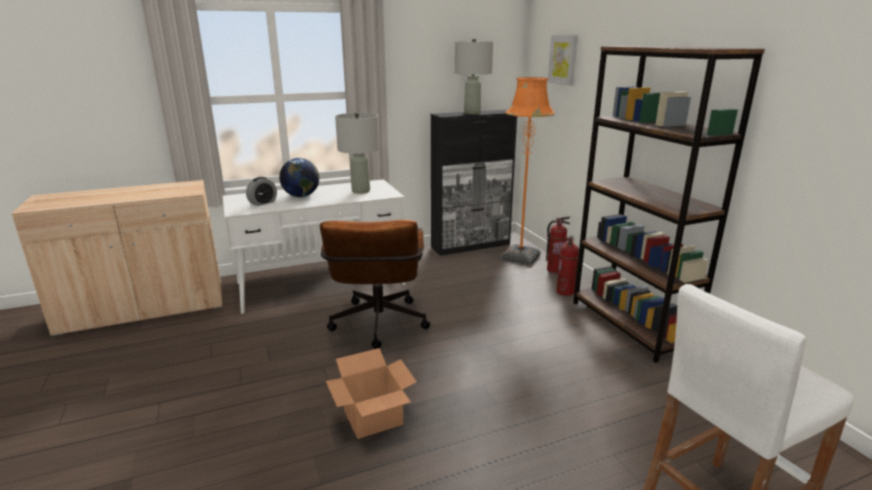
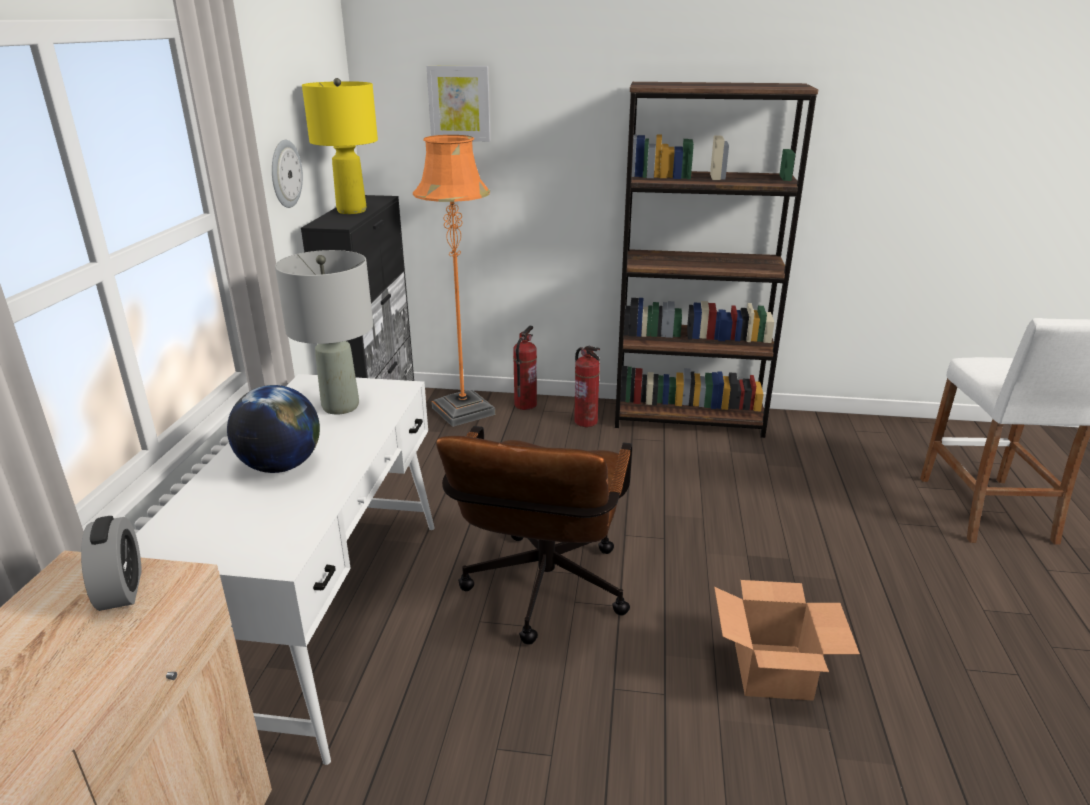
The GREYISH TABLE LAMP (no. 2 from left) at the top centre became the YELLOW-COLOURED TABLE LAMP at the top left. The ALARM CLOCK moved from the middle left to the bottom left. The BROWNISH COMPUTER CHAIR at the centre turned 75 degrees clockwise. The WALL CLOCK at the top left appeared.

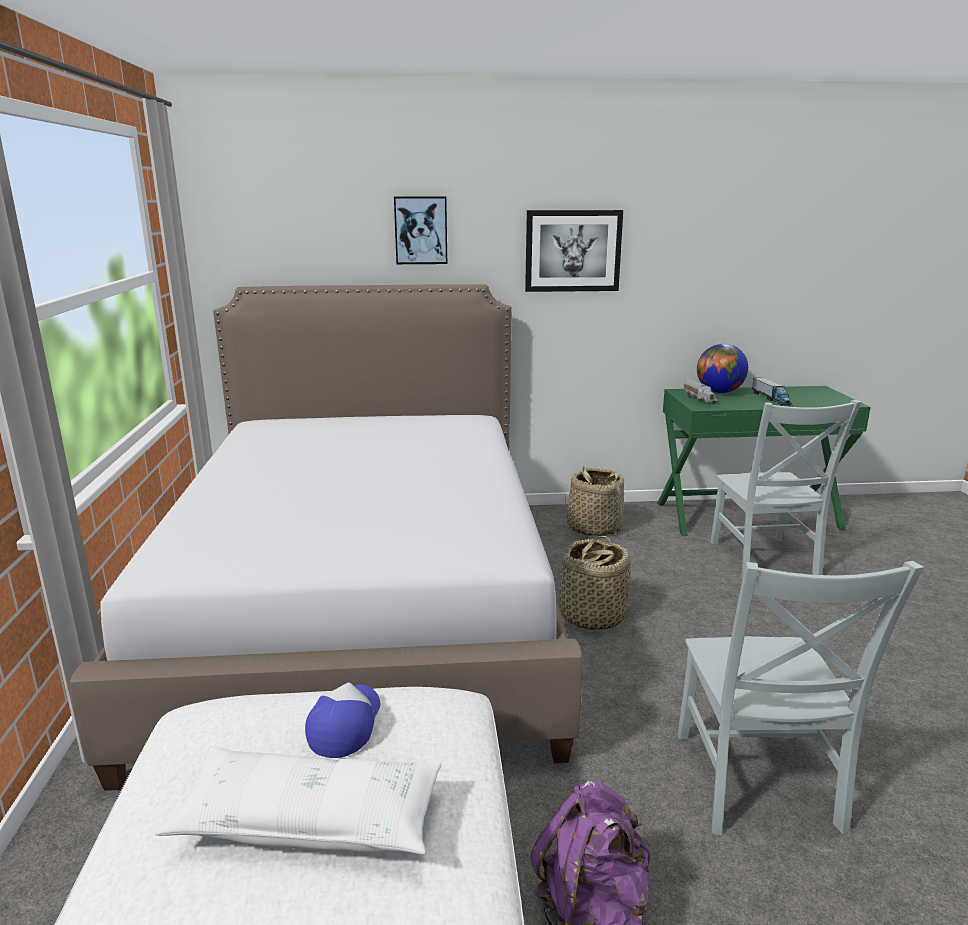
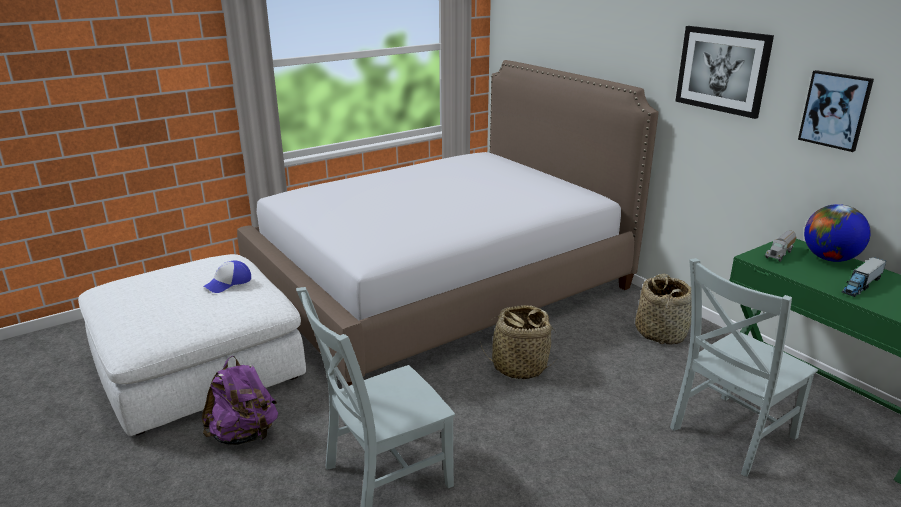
The WALL PICTURE (no. 1 from left in the first image) moved from the top centre to the top right. The BASEBALL CAP at the bottom centre turned 150 degrees clockwise. The WHITISH PILLOW at the bottom left disappeared.

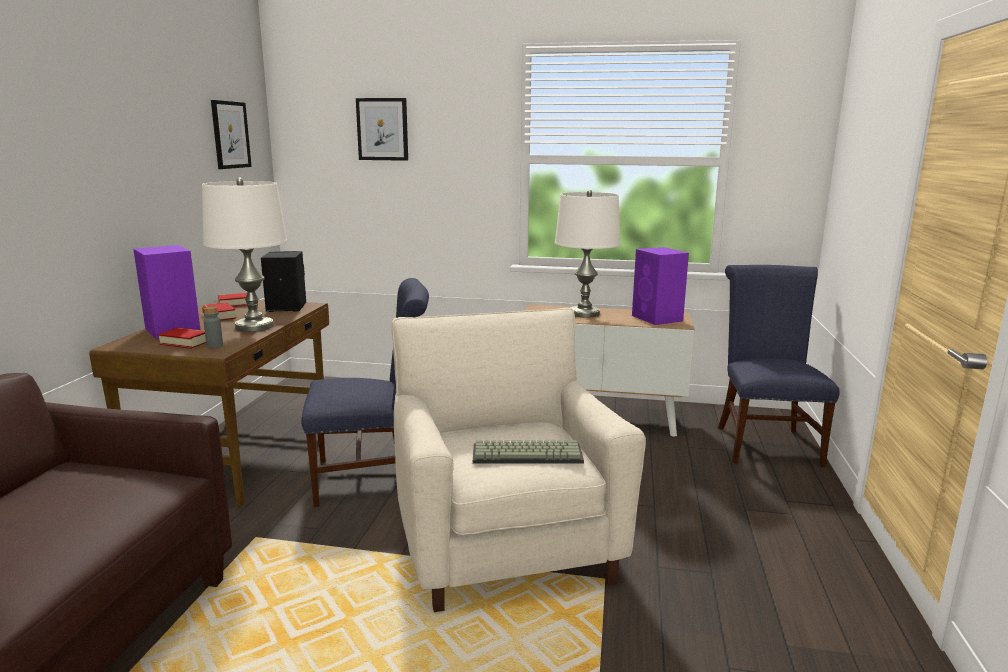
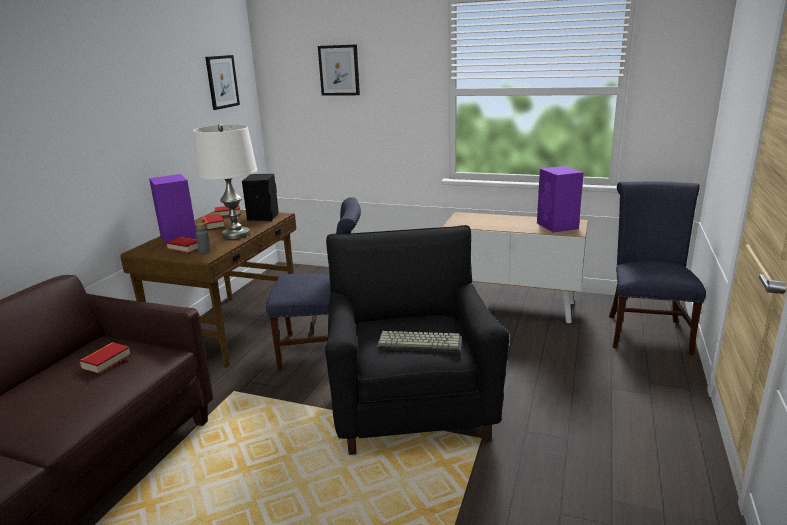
The WHITISH TABLE LAMP (no. 2 from left) at the centre disappeared. The BEIGE-COLOURED ARMCHAIR at the bottom centre became the BLACKISH ARMCHAIR at the centre. The BOUND BOOK (no. 1 from left) at the bottom left appeared.

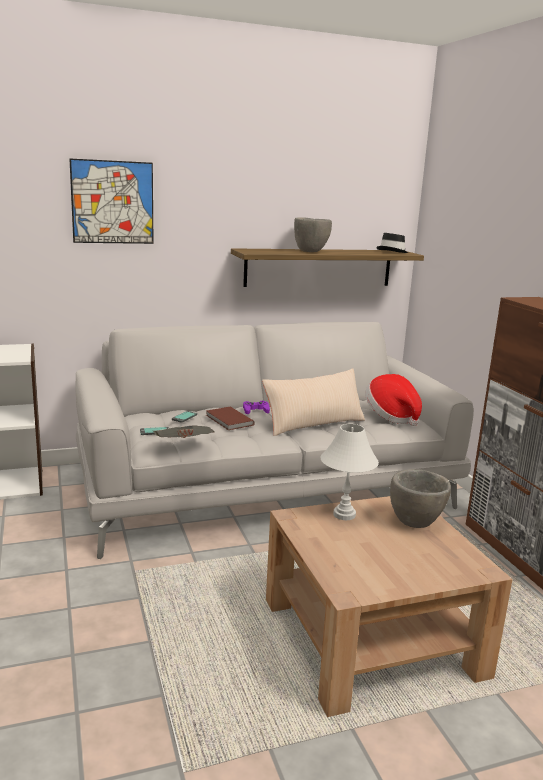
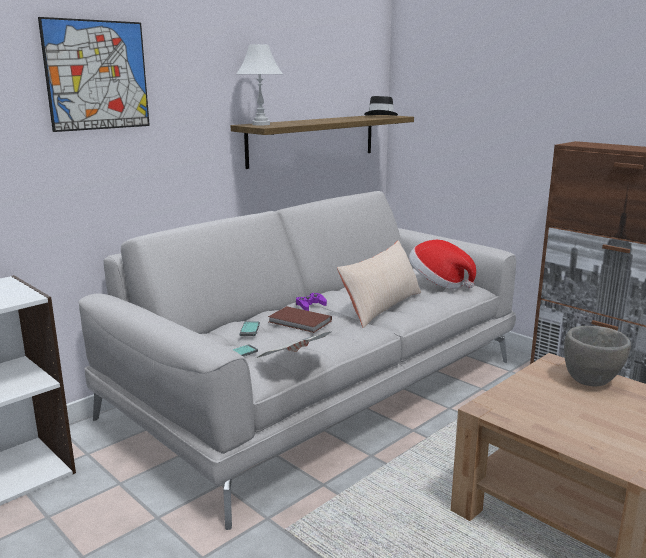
The GREYISH SERVING BOWL (no. 1 from left) at the top centre disappeared. The WHITISH TABLE LAMP moved from the centre to the top centre.

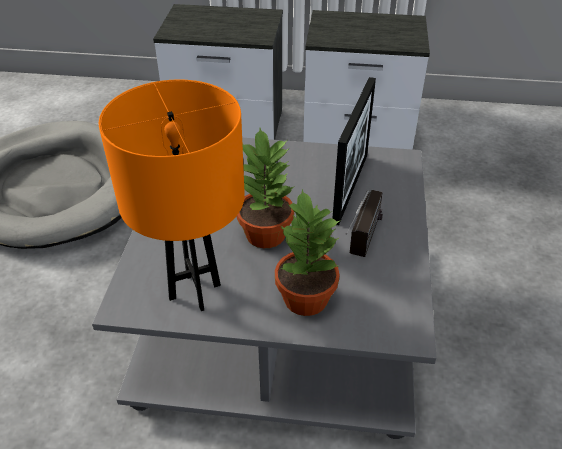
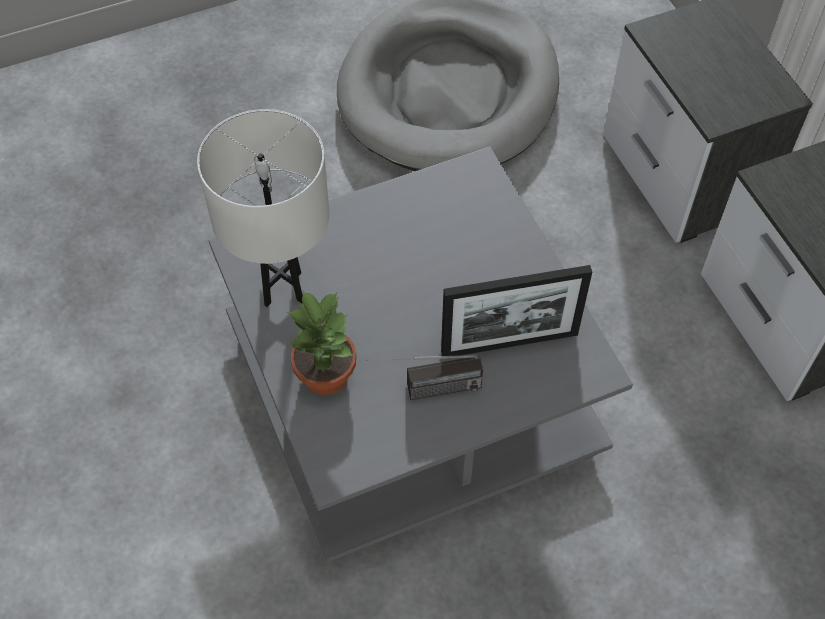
The ORANGE-COLOURED TABLE LAMP at the middle left became the WHITISH TABLE LAMP at the middle left. The PLANT IN A POT (no. 1 from left) at the centre disappeared.

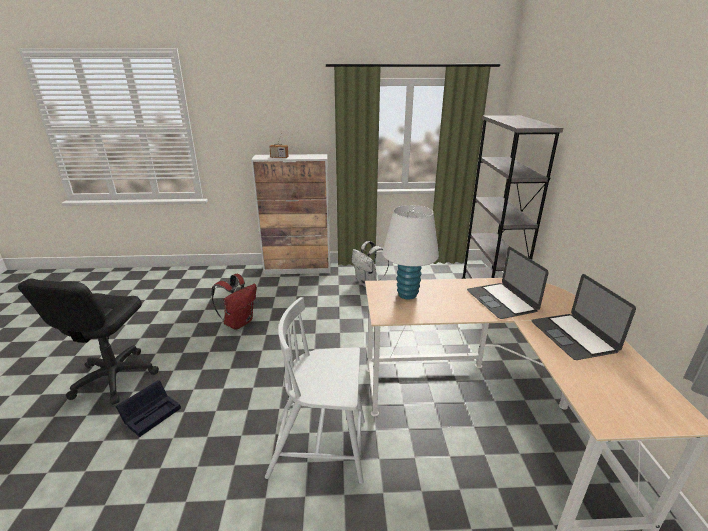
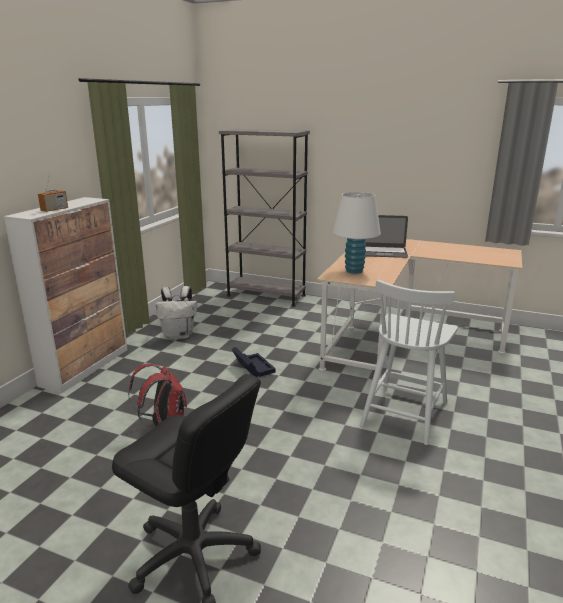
The NOTEBOOK COMPUTER (no. 2 from left) at the middle right disappeared. The BLACKISH STORAGE BIN moved from the bottom left to the centre.

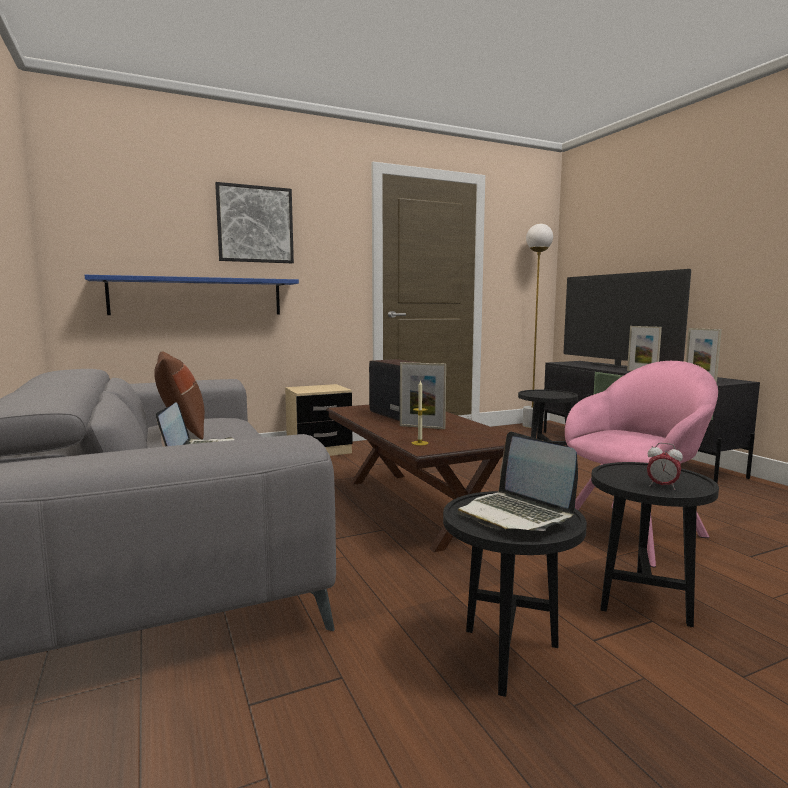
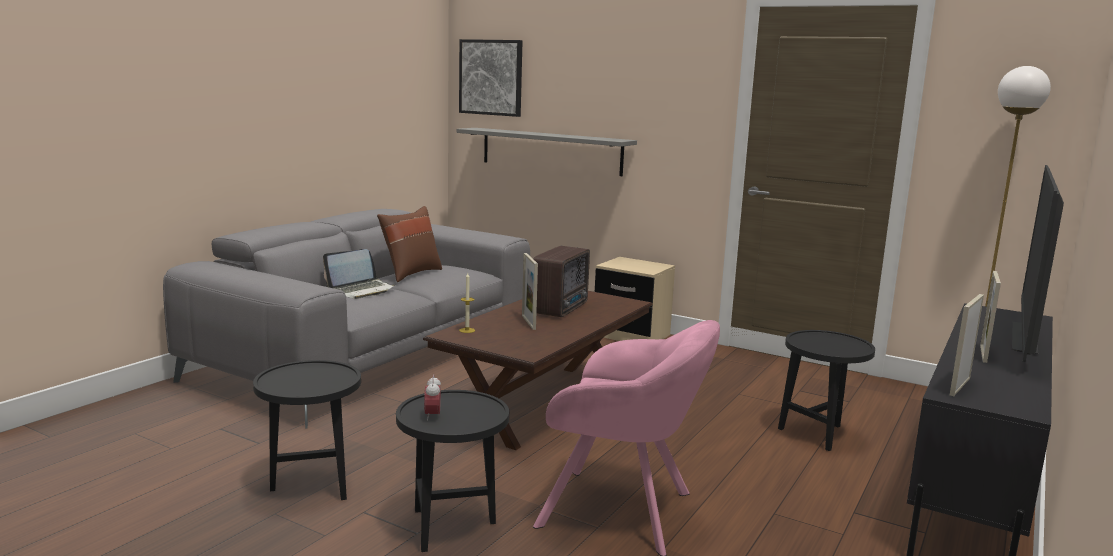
The WALL PICTURE moved from the top left to the top centre. The BLUE-COLOURED BRACKET SHELF at the middle left became the GREYISH BRACKET SHELF at the top centre. The NOTEBOOK COMPUTER (no. 2 from left) at the centre disappeared.

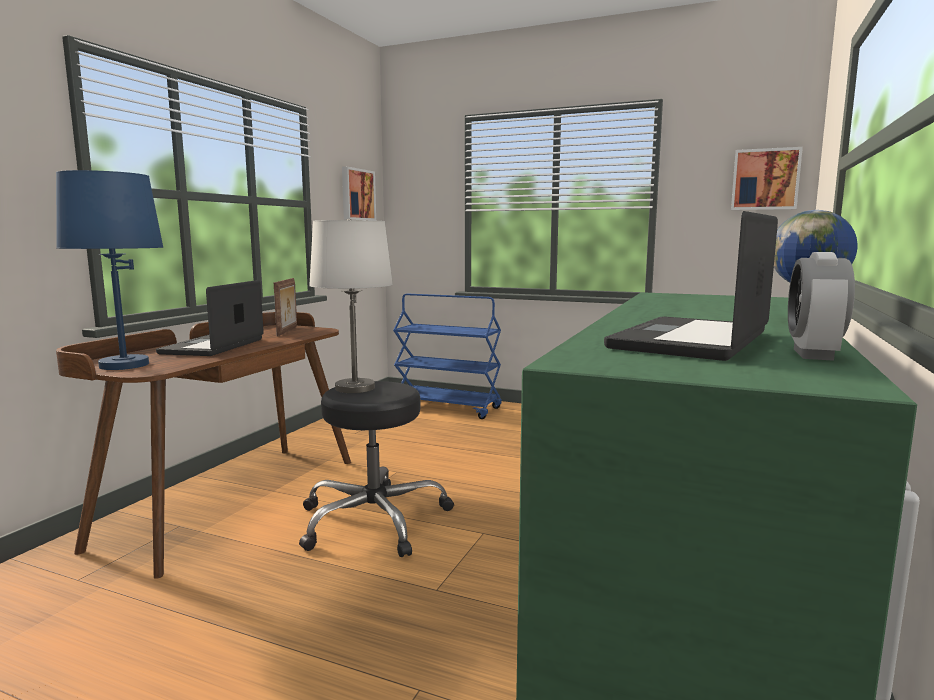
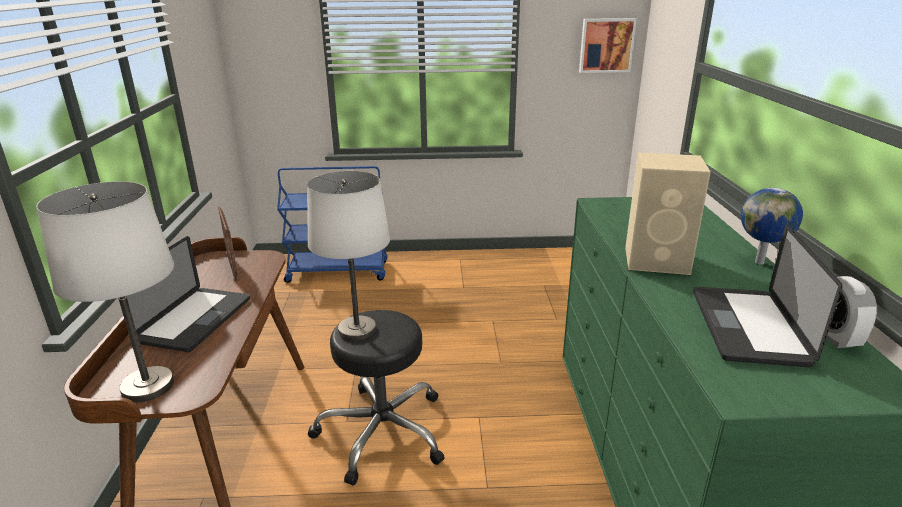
The WALL PICTURE (no. 1 from left) at the top centre disappeared. The BLUE-COLOURED TABLE LAMP at the middle left became the WHITISH TABLE LAMP (no. 1 from left) at the middle left. The NOTEBOOK COMPUTER (no. 1 from left) at the middle left turned 150 degrees counterclockwise. The BEIGE-COLOURED LOUDSPEAKER at the middle right appeared.

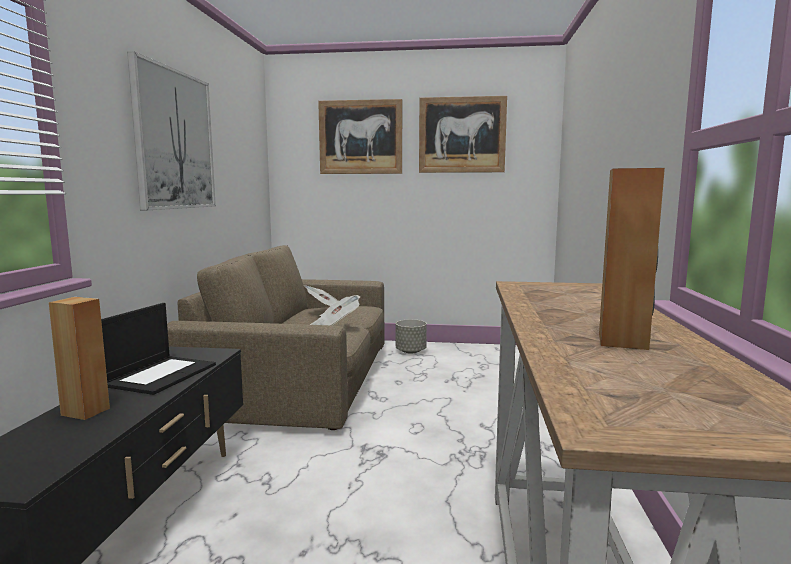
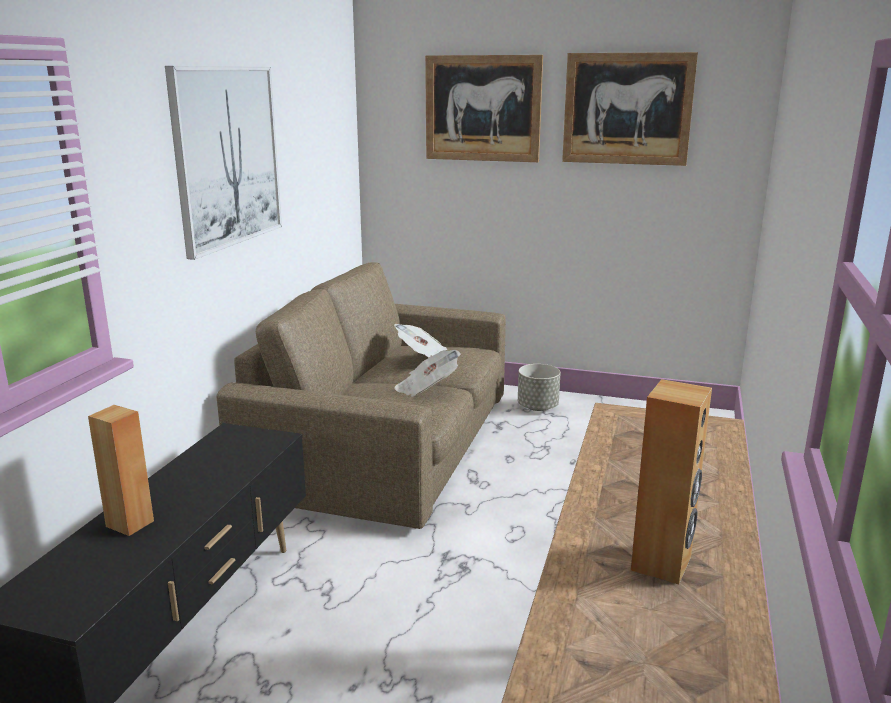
The NOTEBOOK COMPUTER at the middle left disappeared.

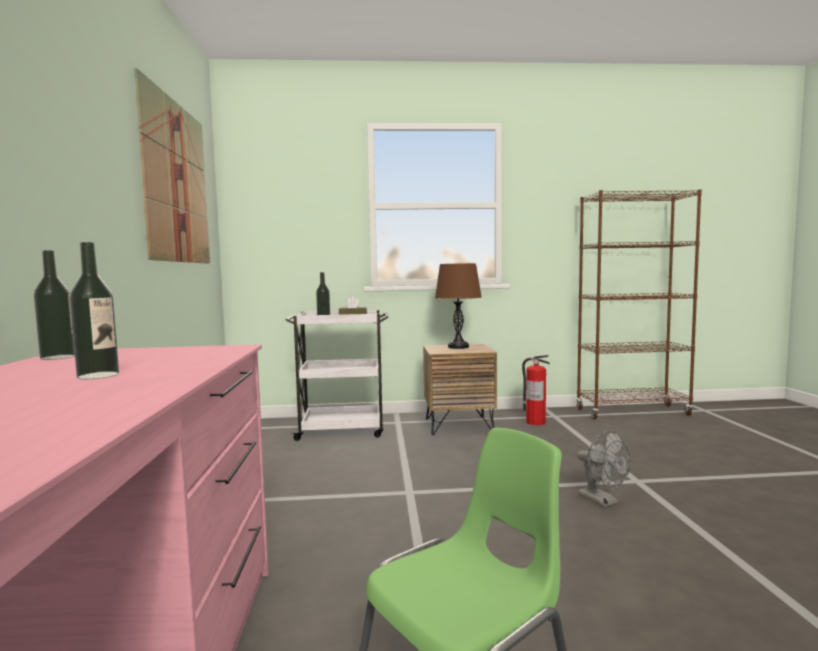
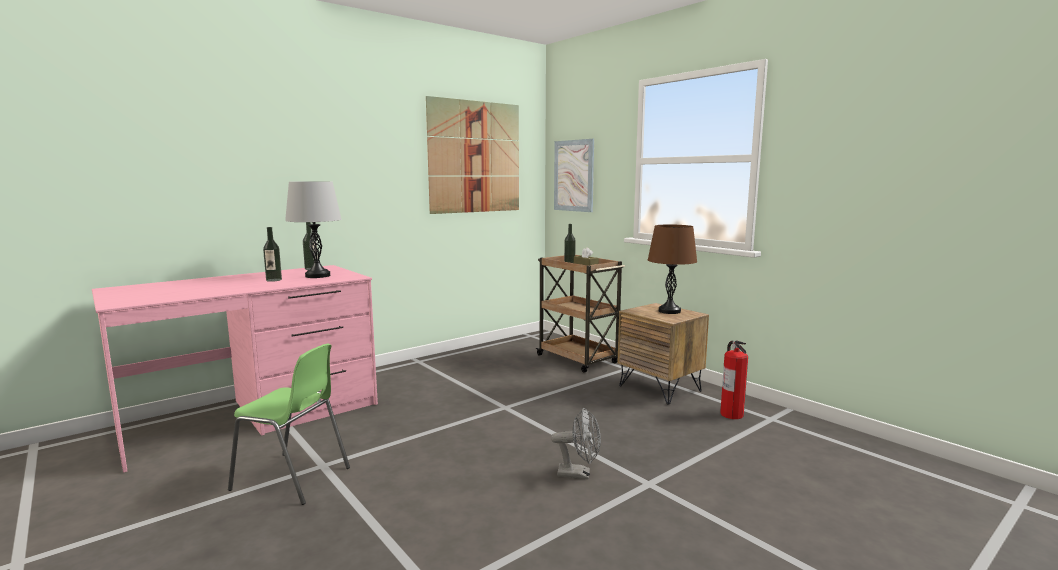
The BROWNISH BOOKCASE at the middle right disappeared. The WHITISH TROLLEY at the centre became the BROWNISH TROLLEY at the centre. The GREYISH FAN at the bottom right turned 105 degrees counterclockwise. The WALL PICTURE (no. 2 from left) at the top centre appeared. The GREYISH TABLE LAMP at the middle left appeared.

